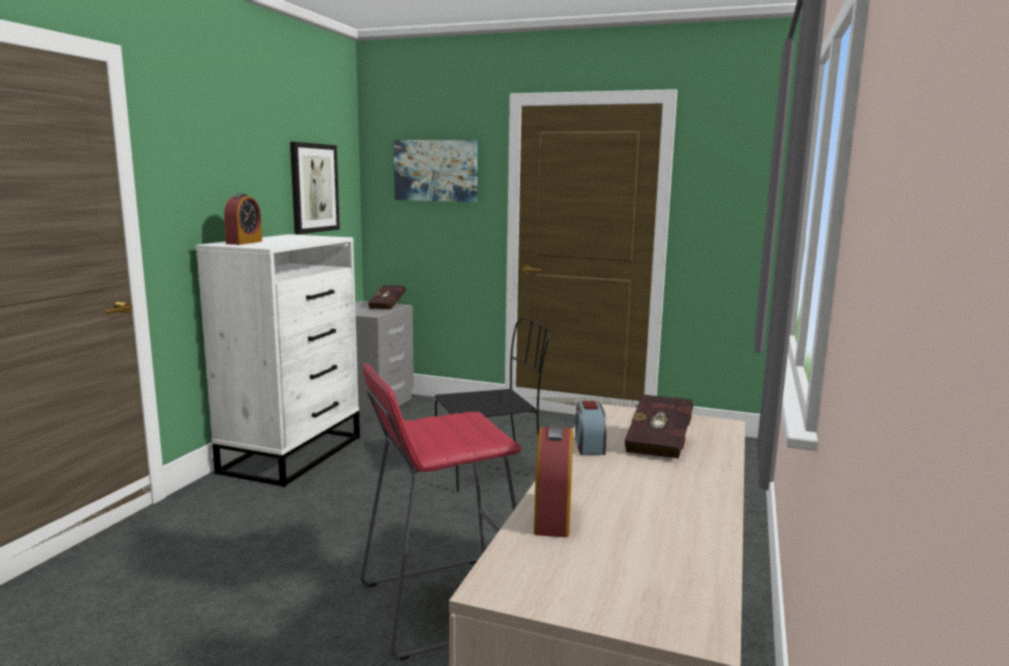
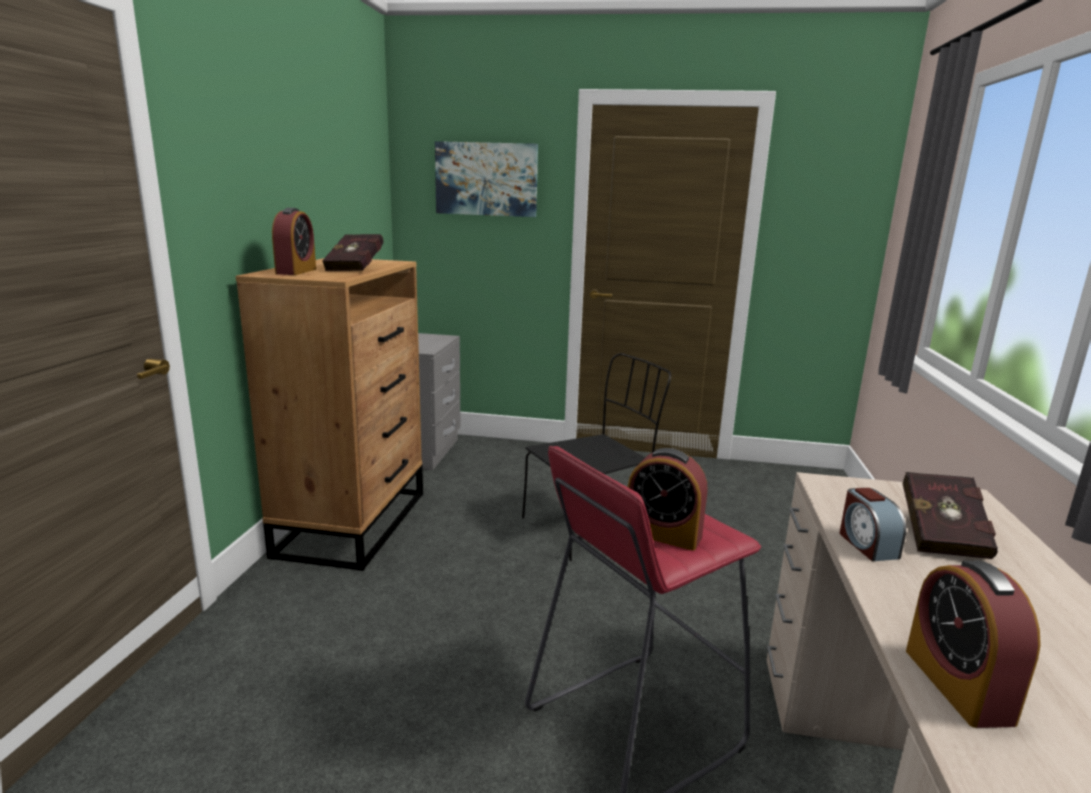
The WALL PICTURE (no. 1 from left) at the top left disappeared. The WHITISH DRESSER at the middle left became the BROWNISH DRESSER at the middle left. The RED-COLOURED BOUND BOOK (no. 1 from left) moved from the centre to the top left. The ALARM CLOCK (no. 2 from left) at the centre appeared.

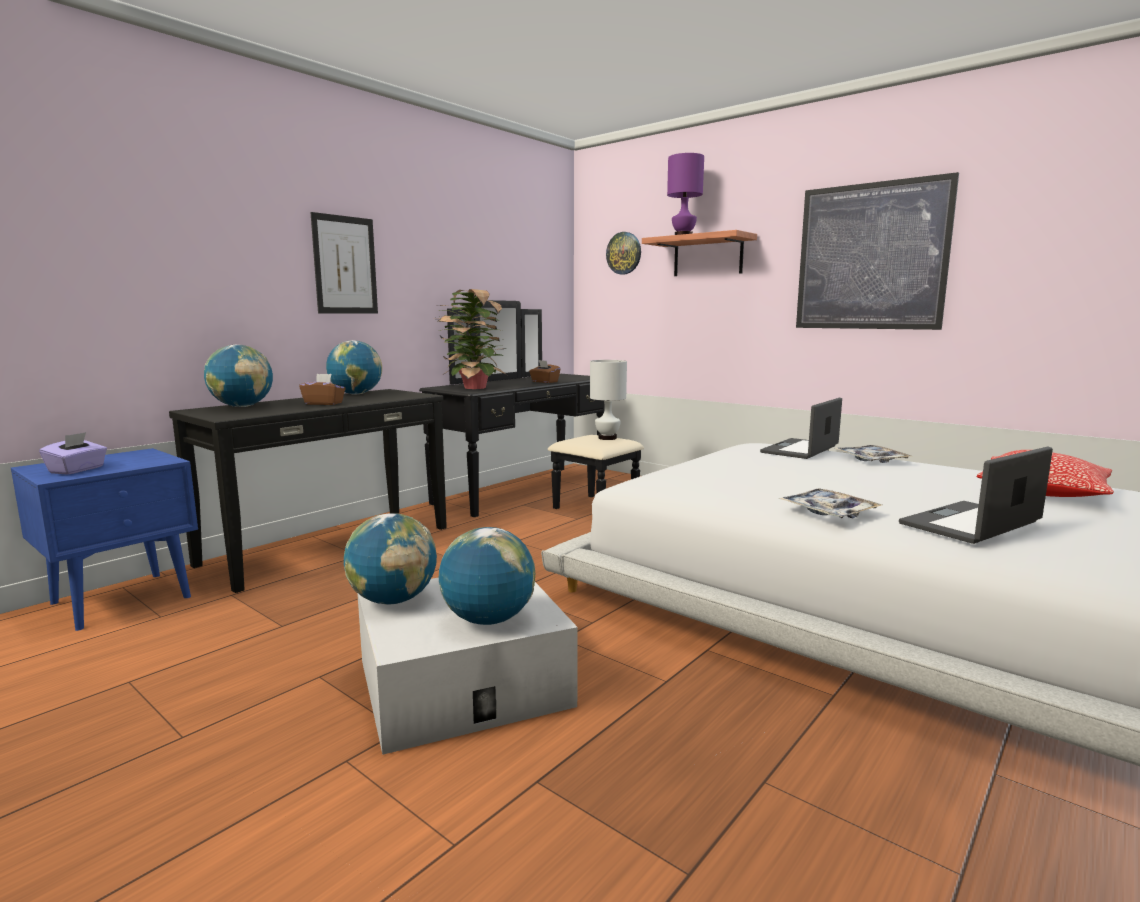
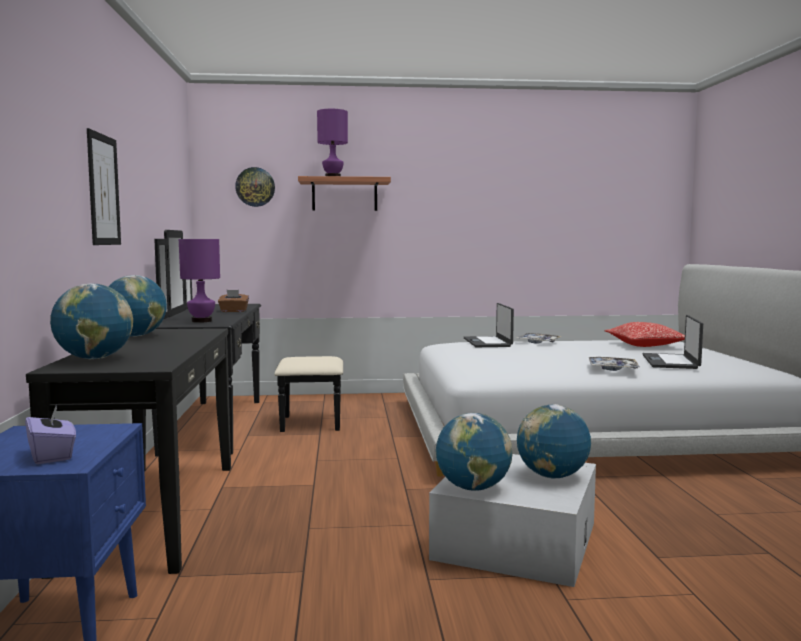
The WALL PICTURE (no. 2 from left) at the top right disappeared. The PLANT IN A POT at the centre was replaced by the PURPLISH TABLE LAMP (no. 1 from left) at the middle left. The WHITISH TABLE LAMP at the centre disappeared. The BROWNISH BOX OF TISSUES (no. 1 from left) at the middle left disappeared.

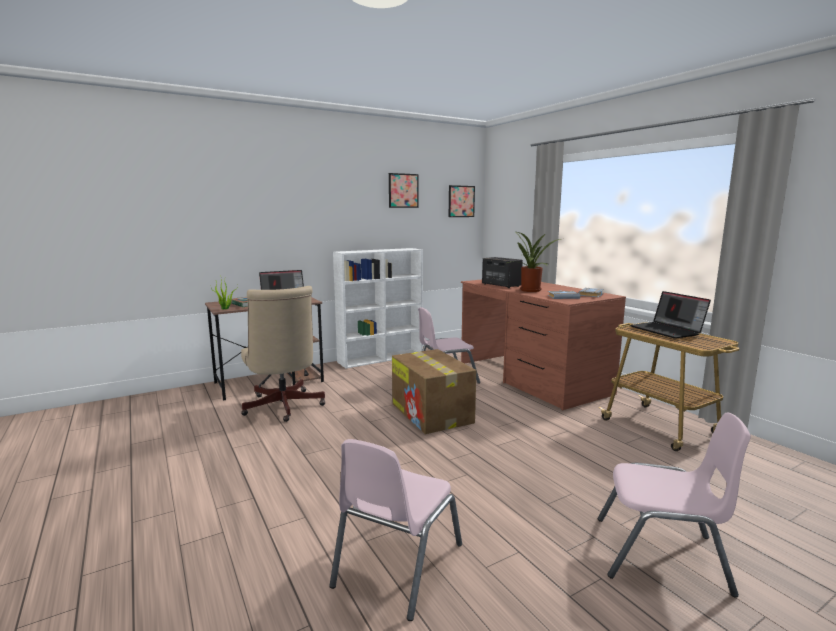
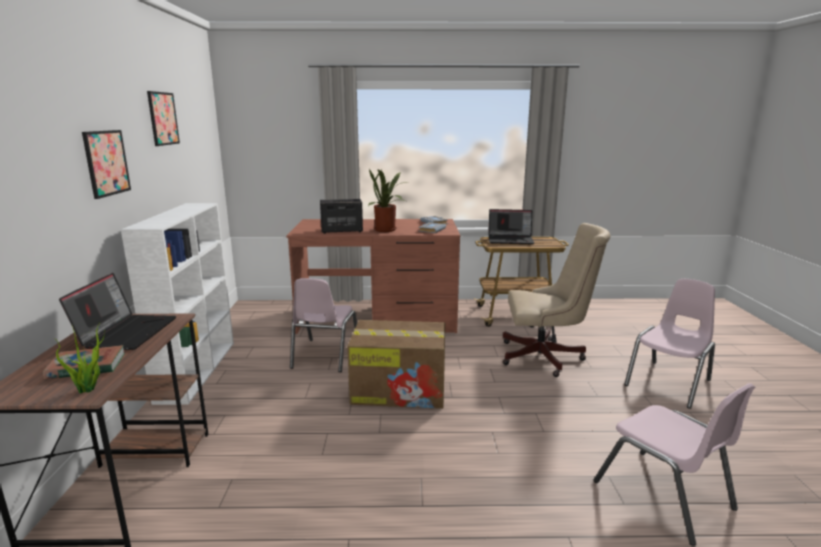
The WALL PICTURE (no. 2 from left in the first image) moved from the top centre to the top left. The BEIGE-COLOURED COMPUTER CHAIR moved from the centre to the middle right.

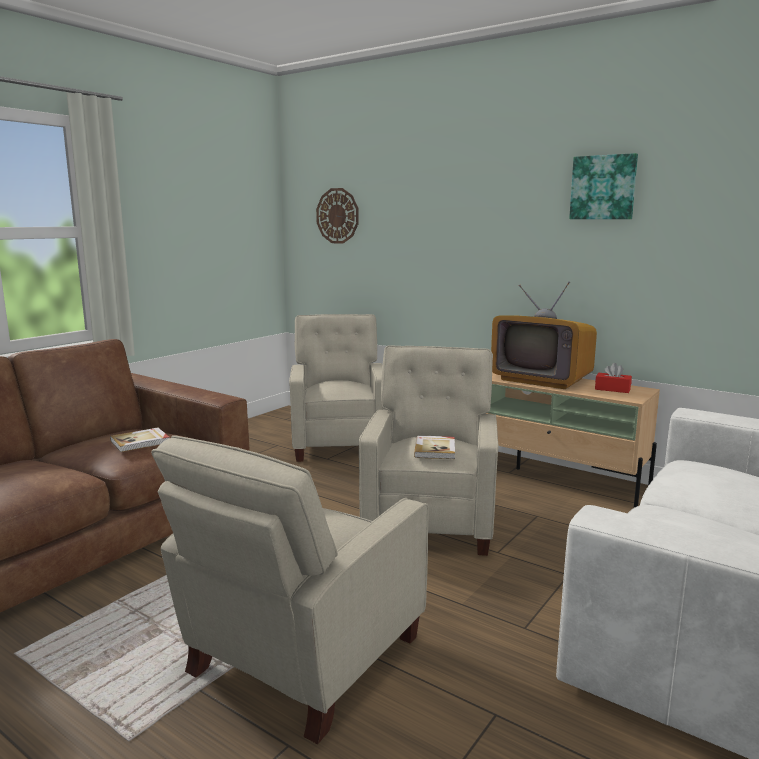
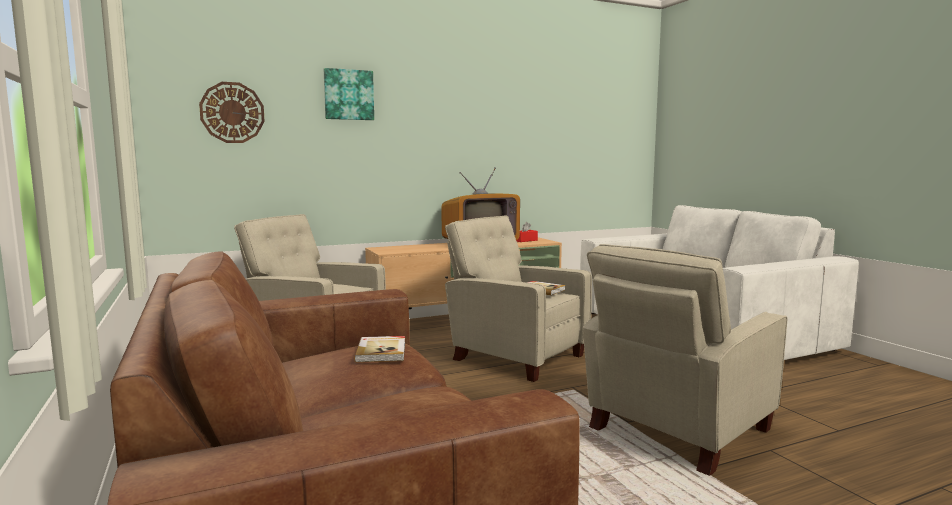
The WALL PICTURE moved from the top right to the top centre. The BEIGE-COLOURED ARMCHAIR (no. 1 from left in the first image) at the bottom centre turned 75 degrees clockwise.

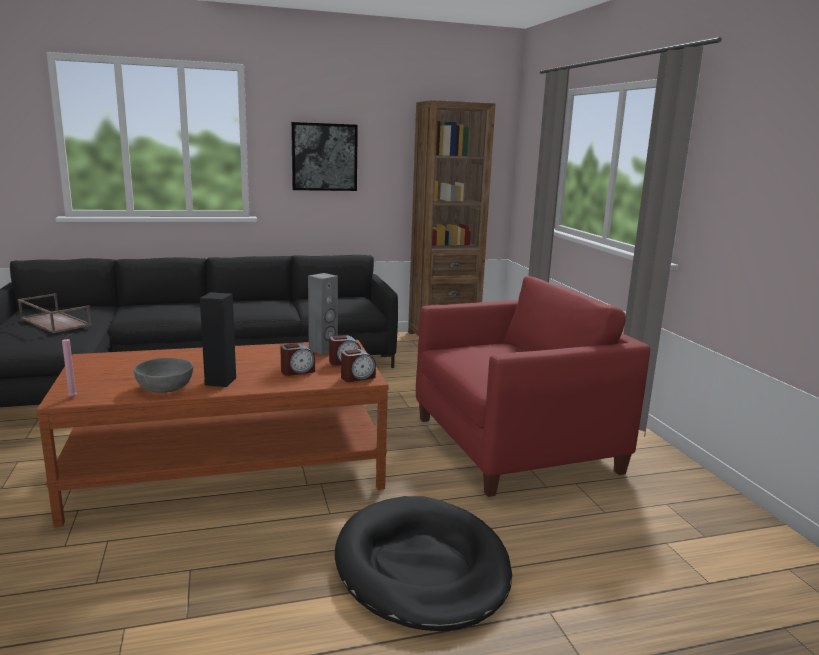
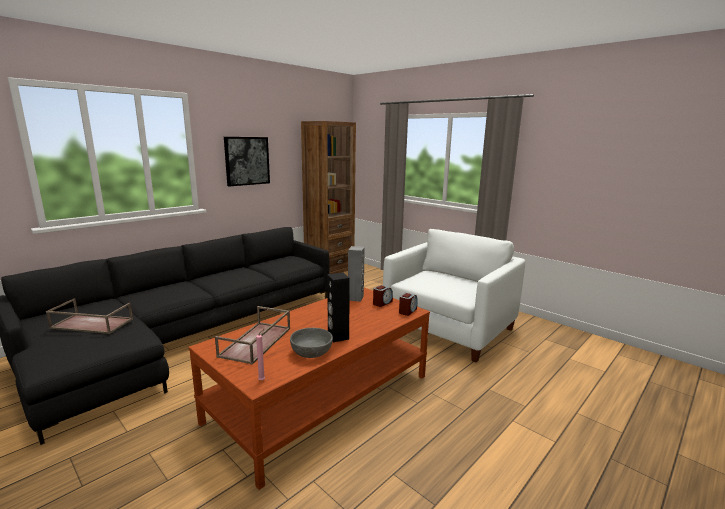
The RED-COLOURED ARMCHAIR at the centre became the WHITISH ARMCHAIR at the centre. The ALARM CLOCK (no. 1 from left) at the centre disappeared. The BLACKISH DOG CUSHION at the bottom centre disappeared. The BROWNISH TRAY (no. 2 from left) at the centre appeared.

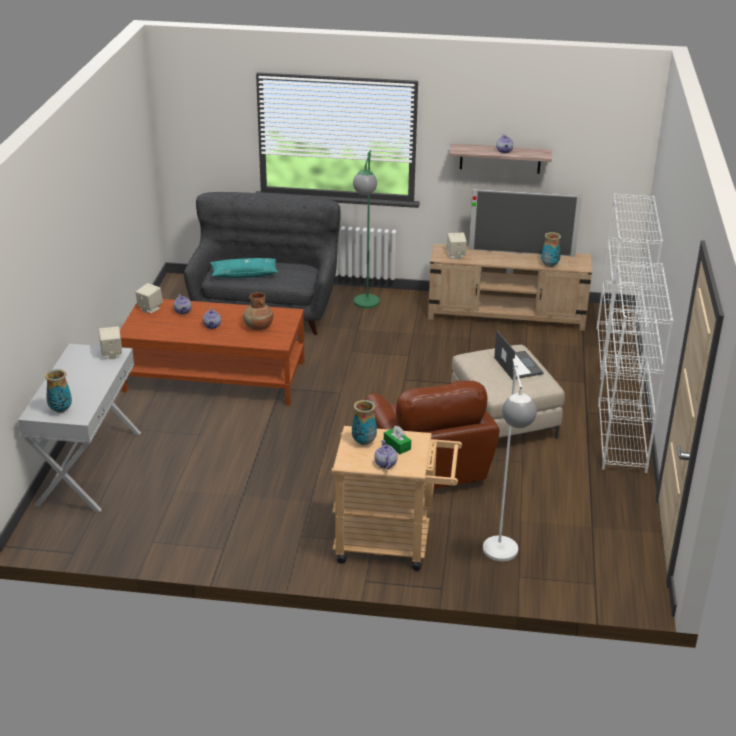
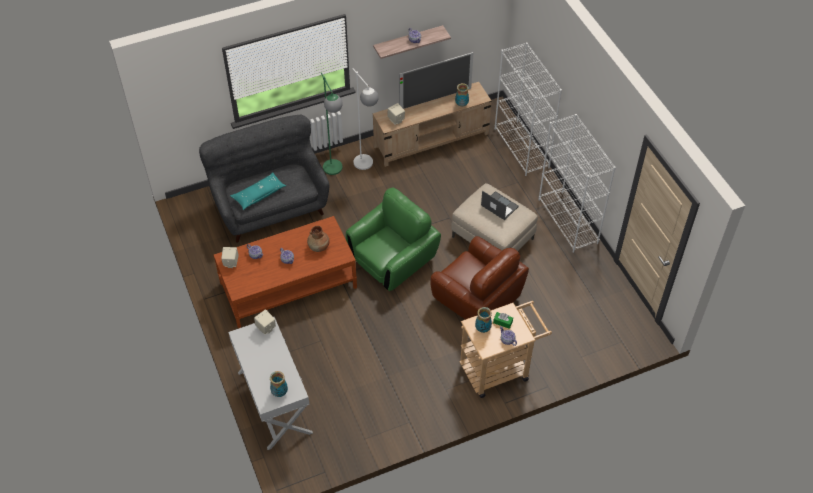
The WHITISH STANDARD LAMP moved from the middle right to the top centre. The GREEN ARMCHAIR at the centre appeared.

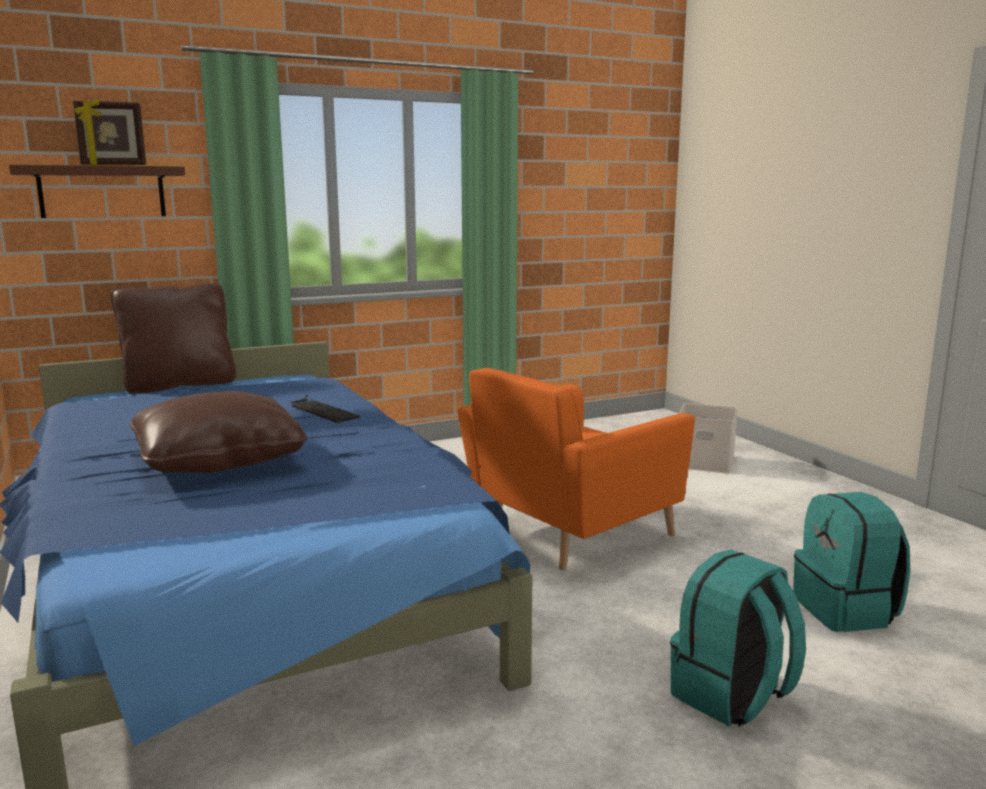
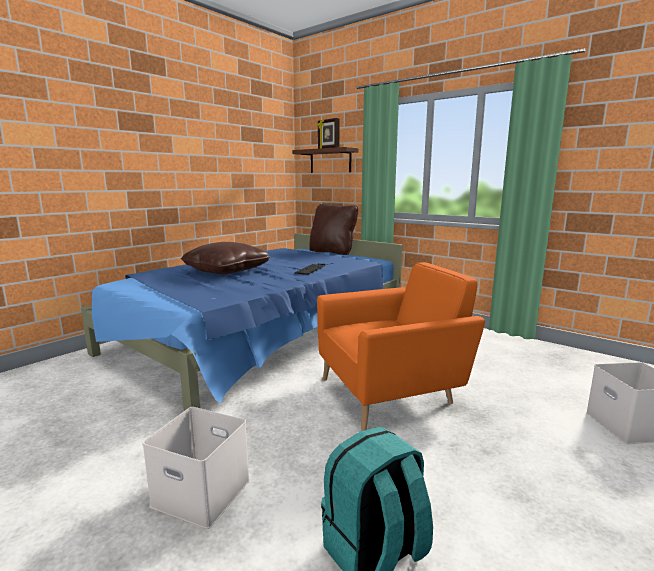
The ORANGE-COLOURED ARMCHAIR at the centre turned 135 degrees clockwise. The TURQUOISE-COLOURED BACKPACK (no. 1 from left) at the bottom right was replaced by the WHITISH STORAGE BIN (no. 1 from left) at the bottom left.

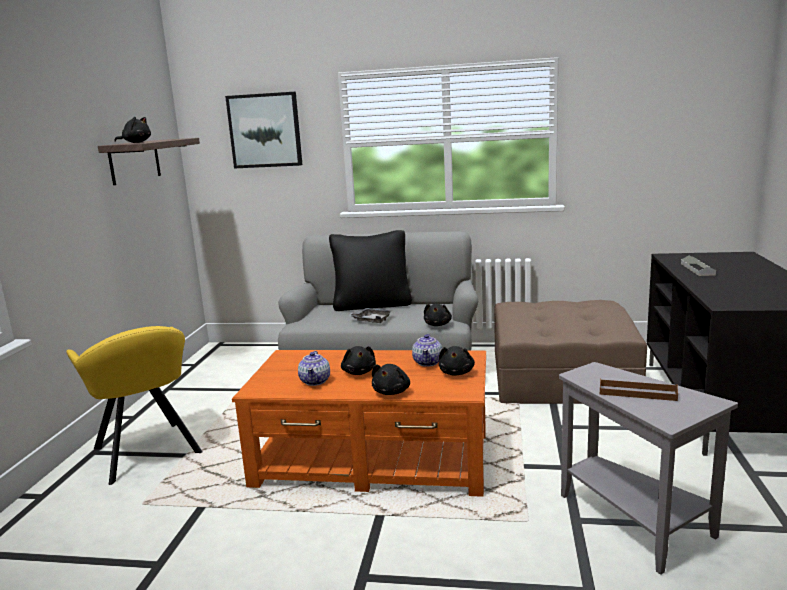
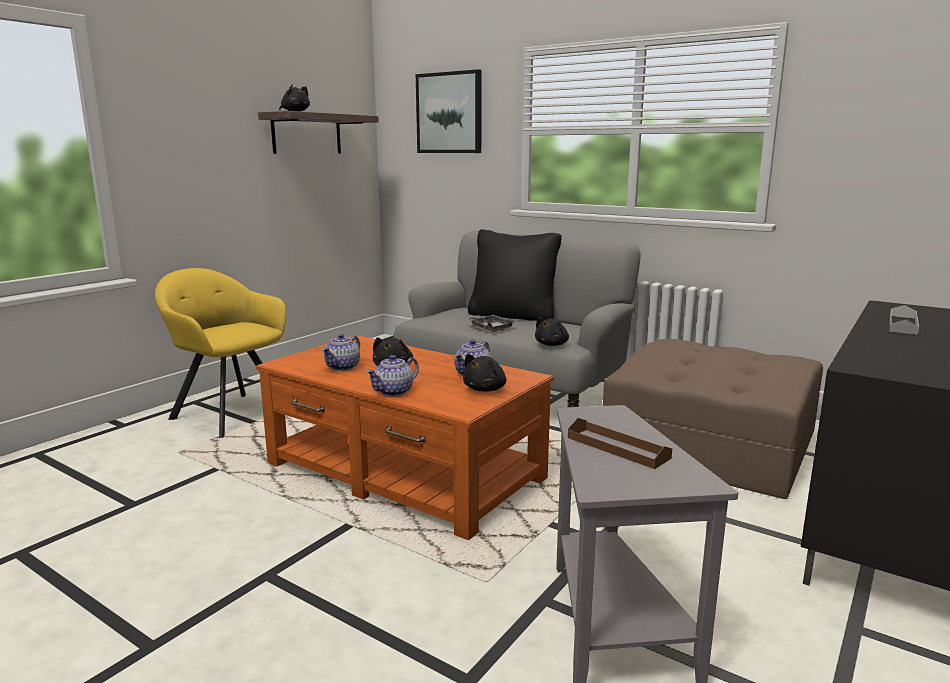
The YELLOW-COLOURED ARMCHAIR at the bottom left turned 135 degrees clockwise. The BLACKISH PLUSH TOY (no. 3 from left) at the centre was replaced by the POT FOR TEA (no. 2 from left) at the centre.

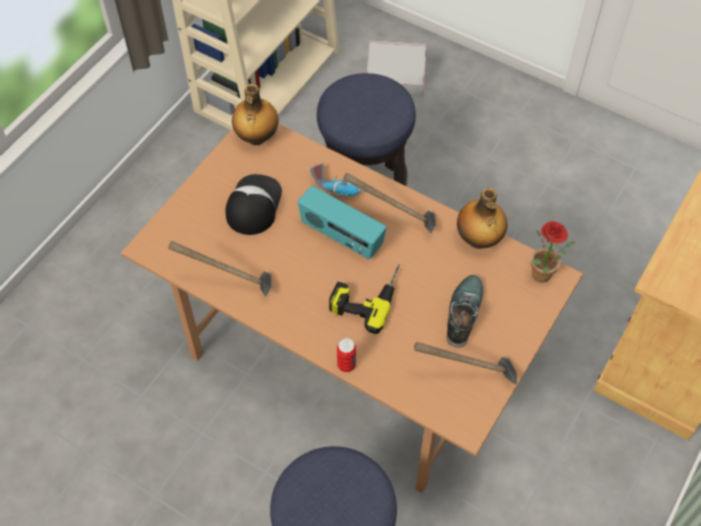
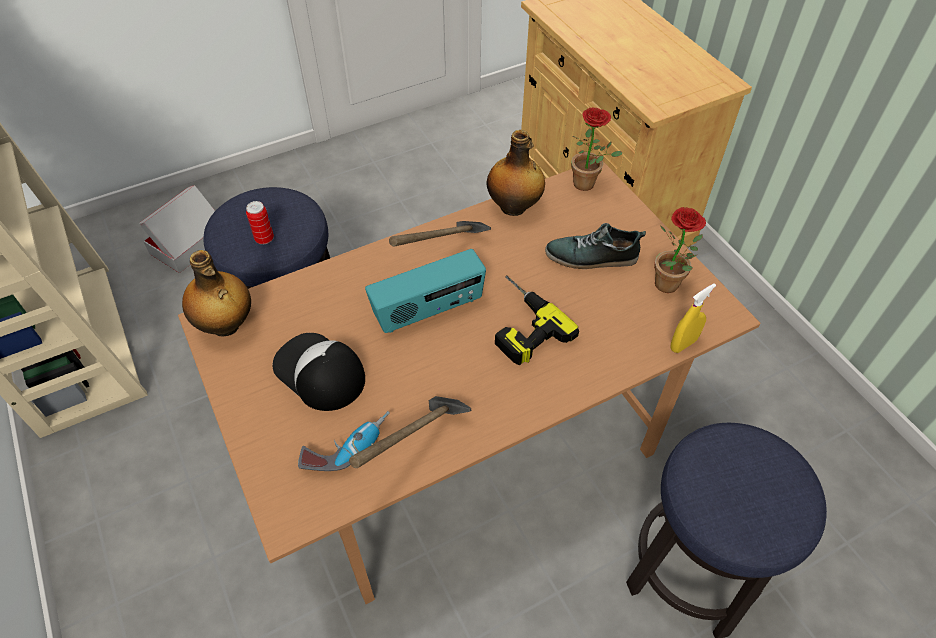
The ELECTRIC DRILL (no. 1 from left) moved from the centre to the bottom centre. The SHOE at the centre turned 45 degrees counterclockwise. The METAL CAN moved from the bottom centre to the middle left. The HAMMER (no. 3 from left) at the bottom centre was replaced by the PLANT IN A POT (no. 2 from left) at the middle right. The YELLOW-COLOURED SPRAYER at the middle right appeared.

